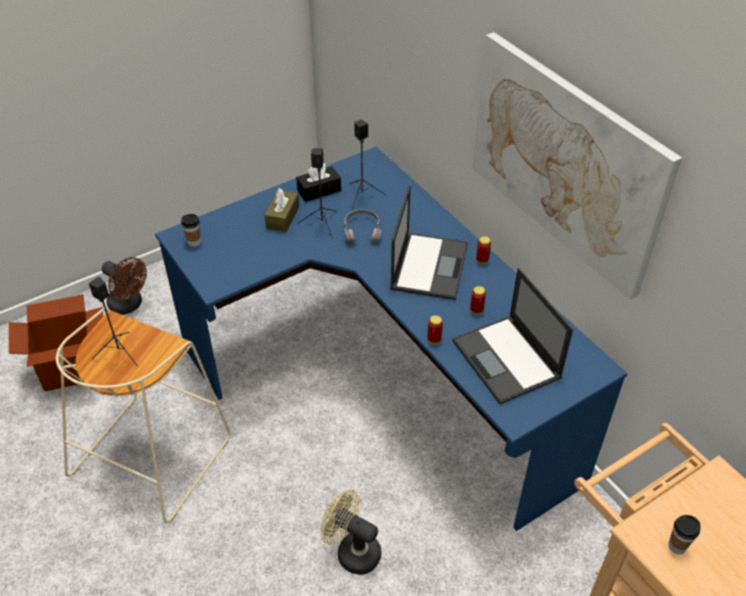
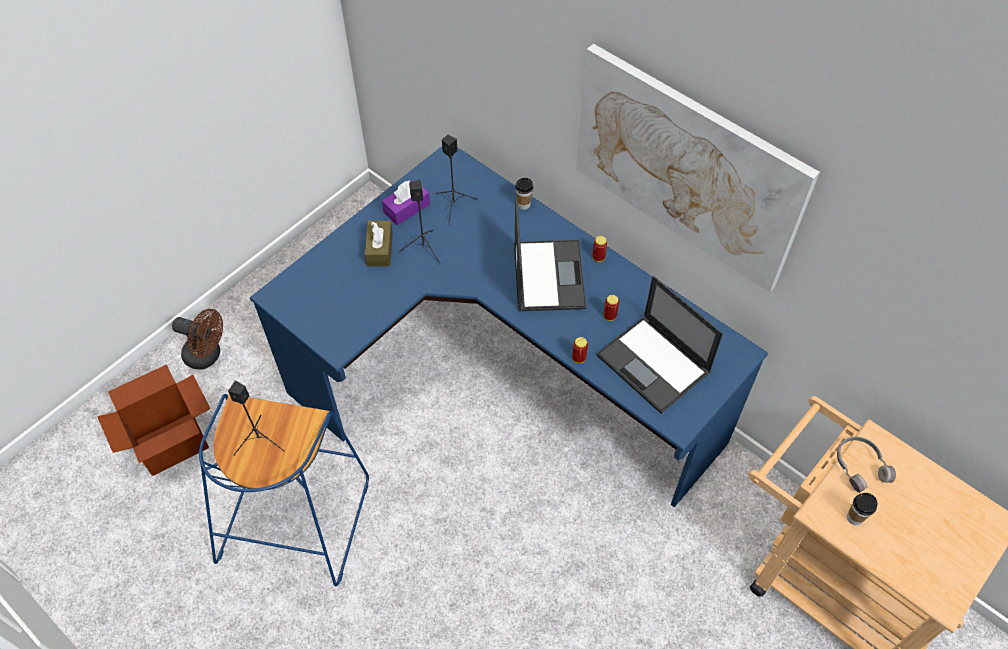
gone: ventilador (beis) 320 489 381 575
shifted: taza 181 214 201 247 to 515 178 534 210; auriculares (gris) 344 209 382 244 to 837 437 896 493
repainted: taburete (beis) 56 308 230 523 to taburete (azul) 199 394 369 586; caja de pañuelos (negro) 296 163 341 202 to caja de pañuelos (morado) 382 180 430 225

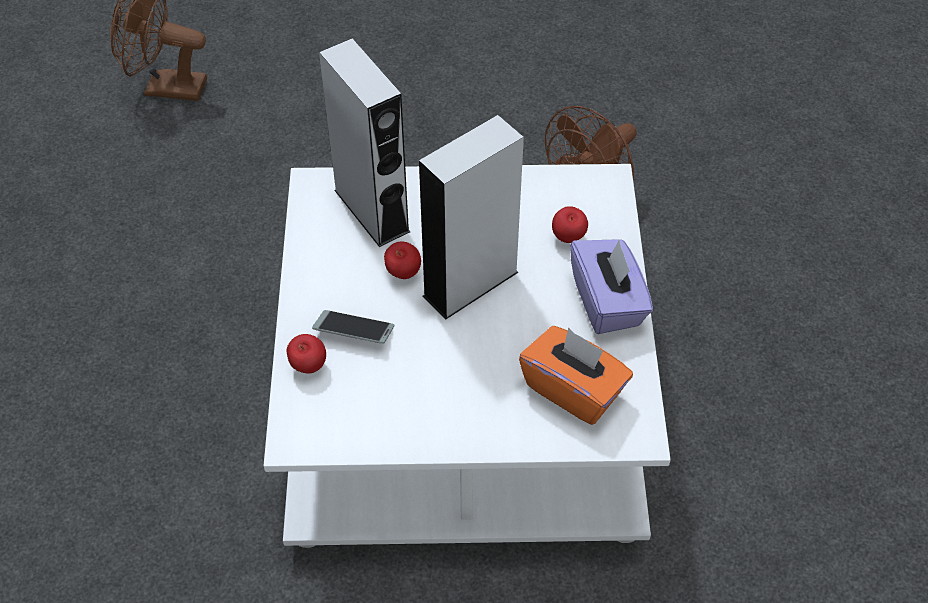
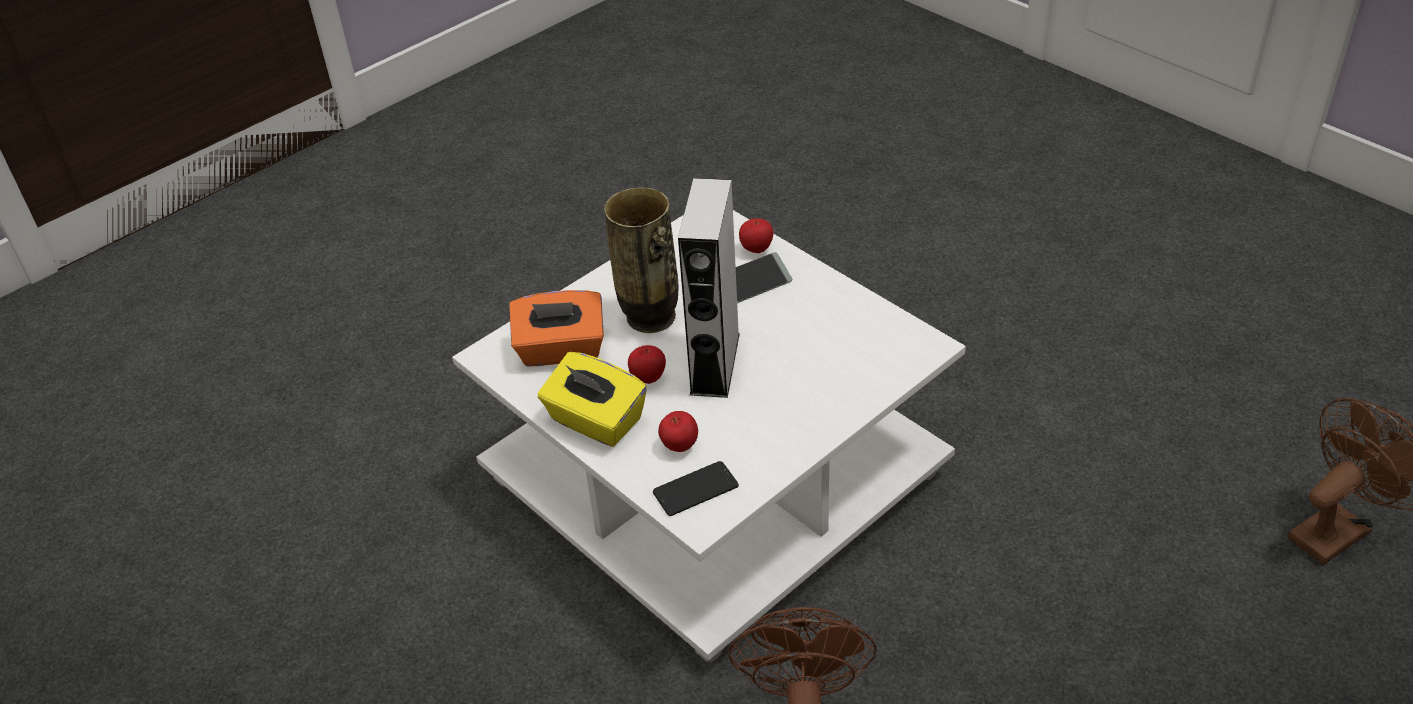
gone: altavoz (gris) 319 38 410 247
new: florero 604 187 678 333; móvil 653 461 739 516
shifted: manzana 384 242 421 279 to 628 345 666 384
repainted: caja de pañuelos (morado) 570 239 653 334 to caja de pañuelos (amarillo) 538 352 647 447

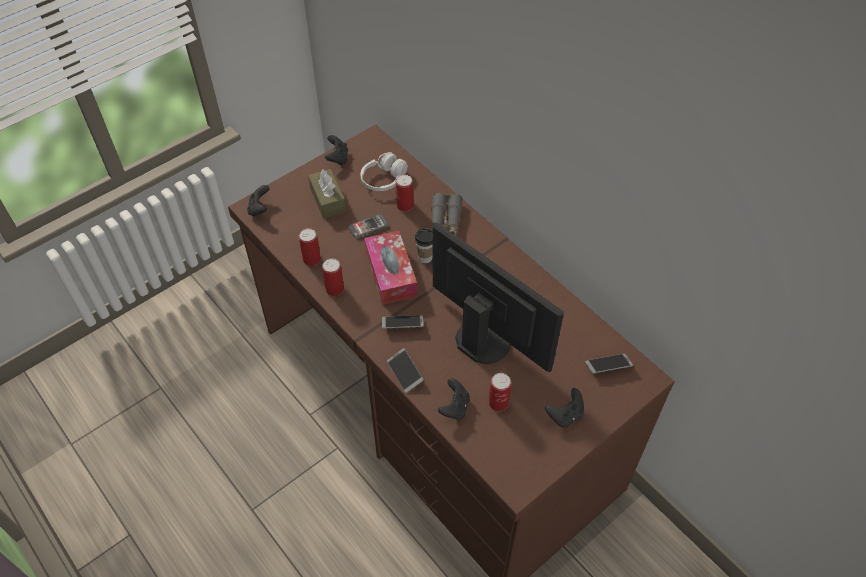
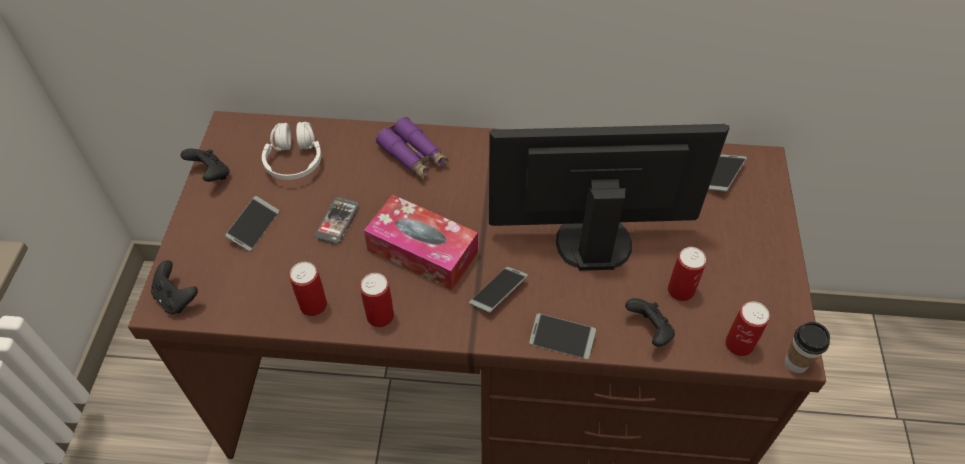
gone: mando de consola (negro) 545 388 584 427
shifted: lata 396 174 413 212 to 725 301 770 356; taza 415 228 433 263 to 785 322 830 373
swapped: caja de pañuelos (marrón) 308 169 346 219 to móvil 225 196 279 251
repainted: prismáticos (gris) 431 193 463 236 to prismáticos (morado) 376 117 449 180

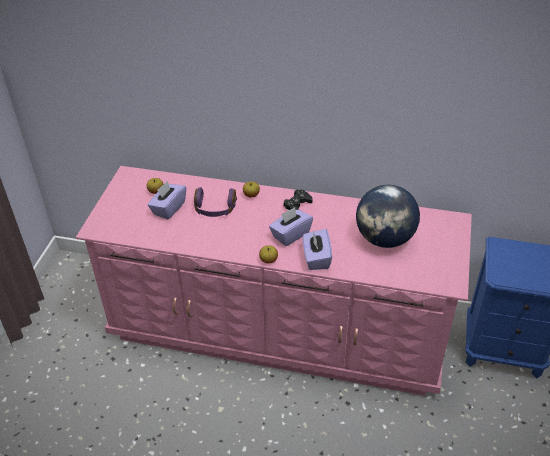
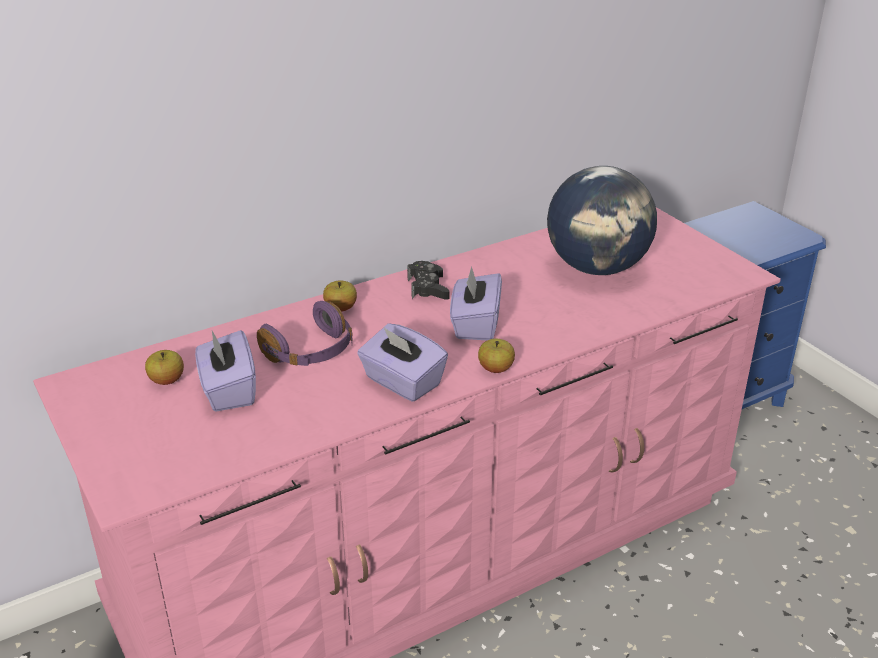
shifted: caja de pañuelos (morado) 303 229 332 270 to 357 324 448 402

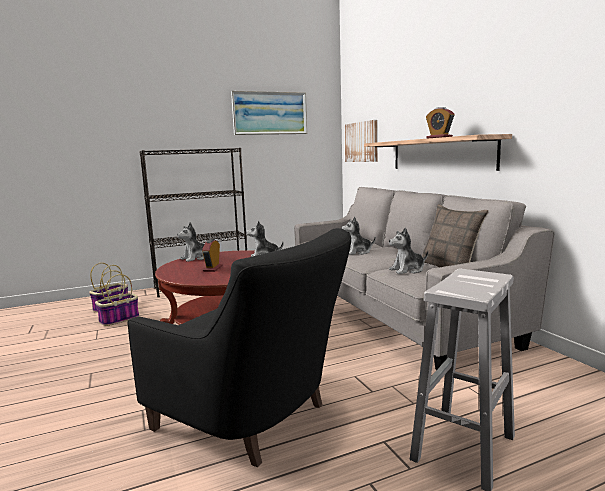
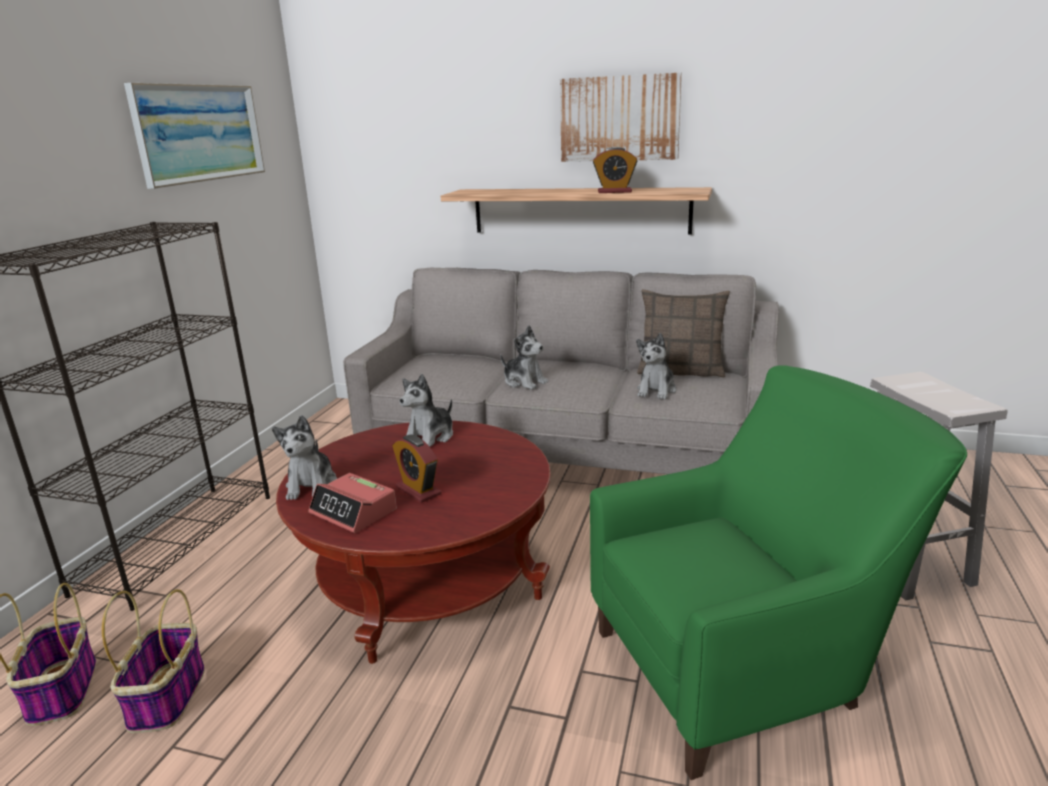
new: despertador 308 473 397 533
shifted: cuadro 345 120 378 162 to 560 73 682 162
repainted: sillón (negro) 127 228 351 468 to sillón (verde) 590 365 967 780
rotated: peluche 341 216 376 255 = 500 326 548 390 75 degrees counterclockwise

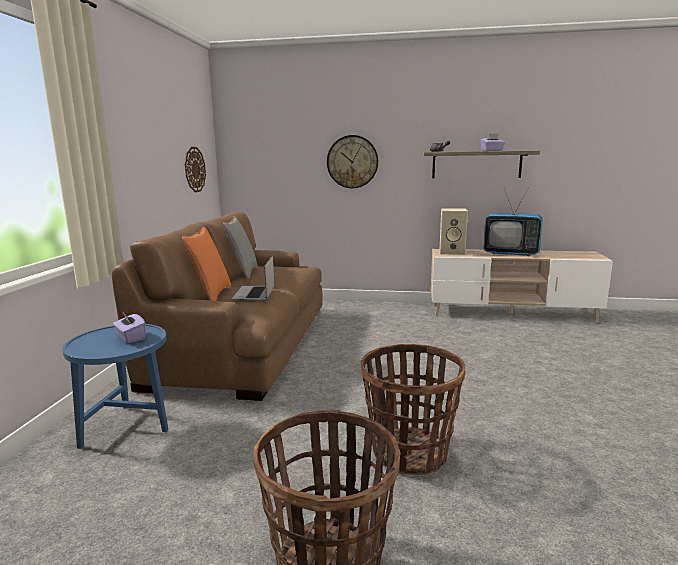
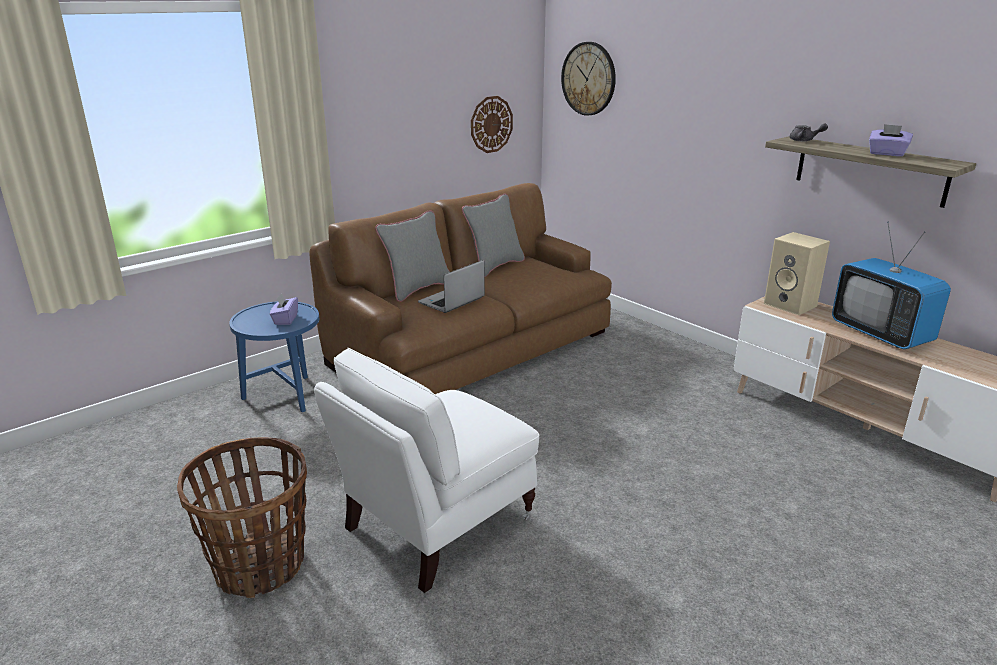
shifted: reloj de pared 327 135 378 189 to 561 42 616 116
swapped: cesta 361 344 465 475 to sillón (blanco) 314 348 540 593
repainted: cojín (naranja) 182 227 231 301 to cojín (gris) 375 210 450 302

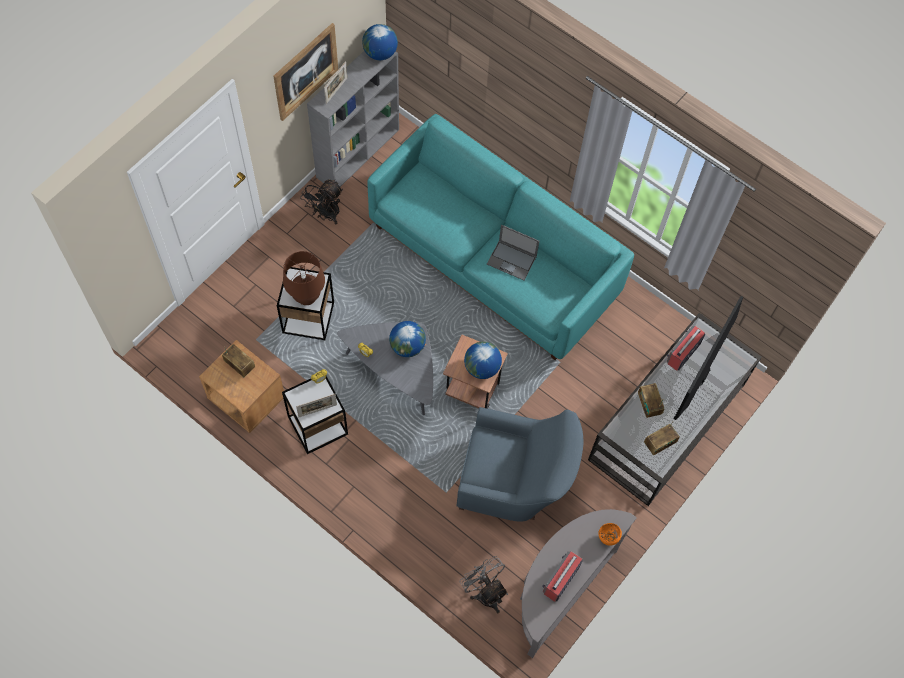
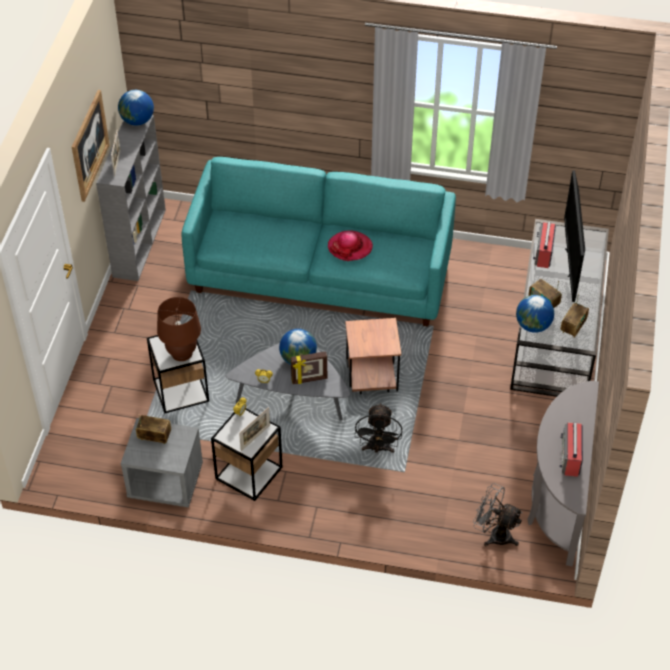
gone: sillón (azul) 457 407 583 522; cuenco (naranja) 598 523 622 546
new: portarretratos 291 351 327 384
shifted: ventilador (negro) 300 180 343 225 to 355 403 402 453; globo terráqueo 464 342 502 379 to 516 295 554 333
swapped: portátil 487 224 539 280 to sombrero 328 230 373 261
repainted: mesita de noche (marrón) 199 340 284 433 to mesita de noche (gris) 121 418 203 508

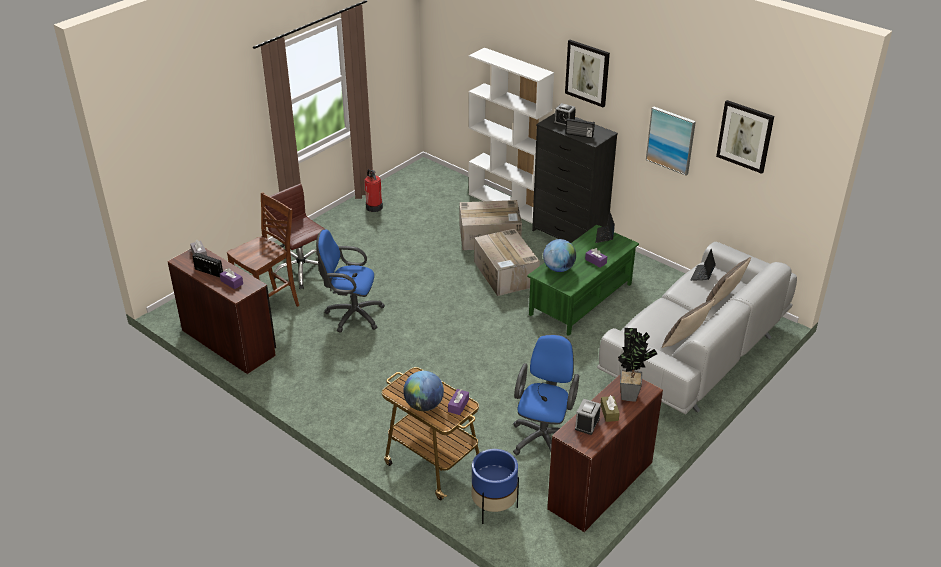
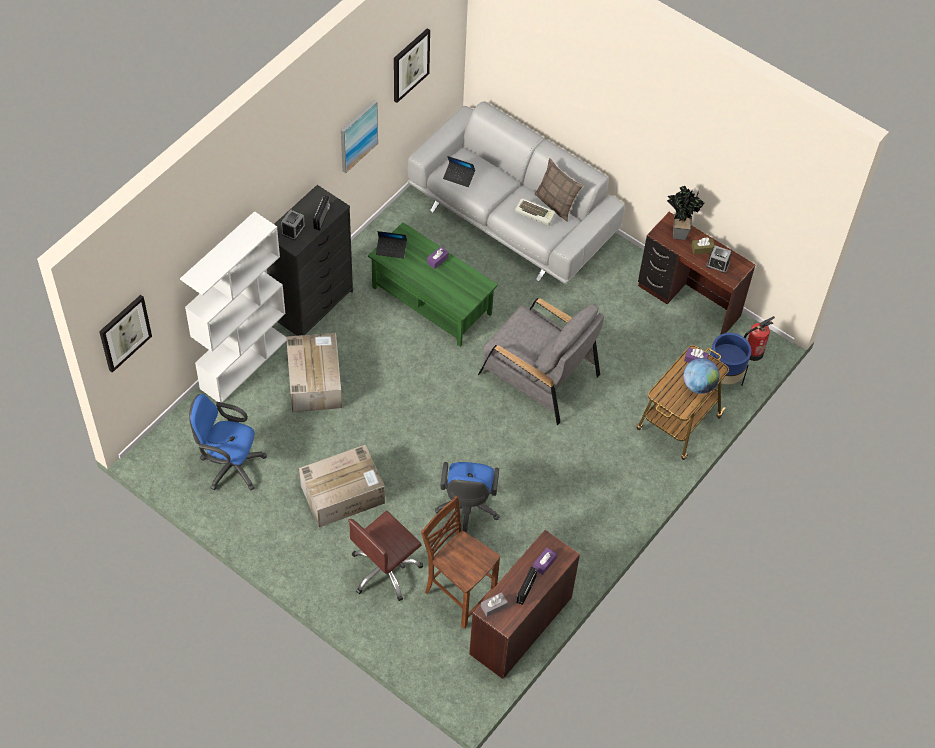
gone: globo terráqueo 543 239 576 272; cojín 706 257 751 306
new: sillón (gris) 478 298 604 425; teclado 515 198 555 225
shifted: extintor 365 169 383 212 to 744 316 775 361; caja de cartón 474 229 540 296 to 299 445 385 527; silla de oficina (azul) 513 335 579 455 to 189 394 267 491; cuadro 565 40 610 107 to 99 295 152 373

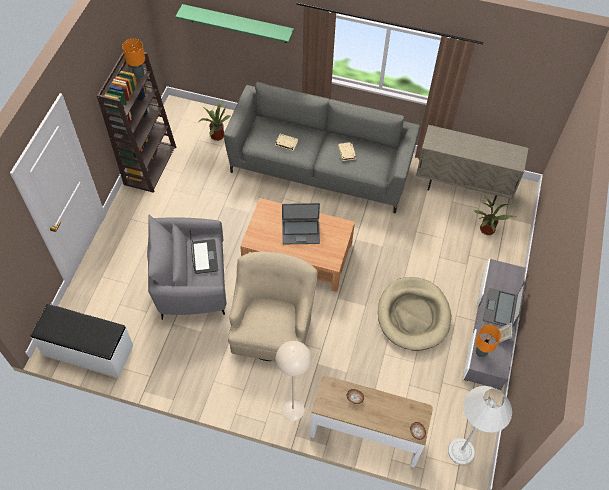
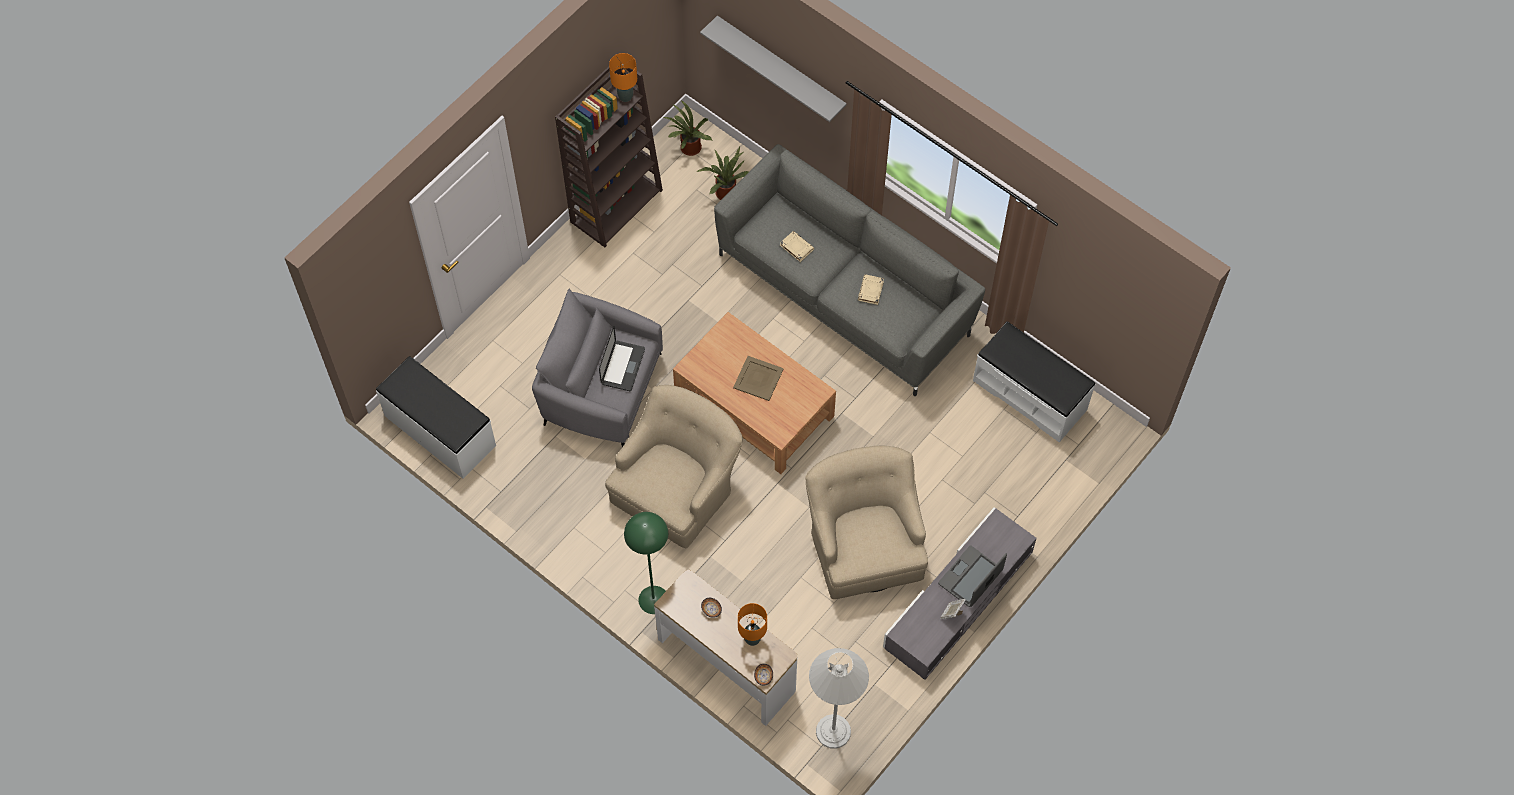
shifted: planta en maceta 474 197 516 235 to 663 100 712 156; lámpara de mesa (naranja) 476 325 501 357 to 738 603 767 646
swapped: portátil 282 203 320 244 to bandeja (beis) 733 356 784 401; cama para perro (beis) 378 277 451 351 to sillón (beis) 805 445 928 599; armario (beis) 416 125 529 206 to banco (blanco) 973 321 1095 442
repainted: estante (verde) 175 4 294 43 to estante (gris) 700 15 847 122; lámpara de pie (beis) 276 341 312 421 to lámpara de pie (verde) 624 512 668 614

